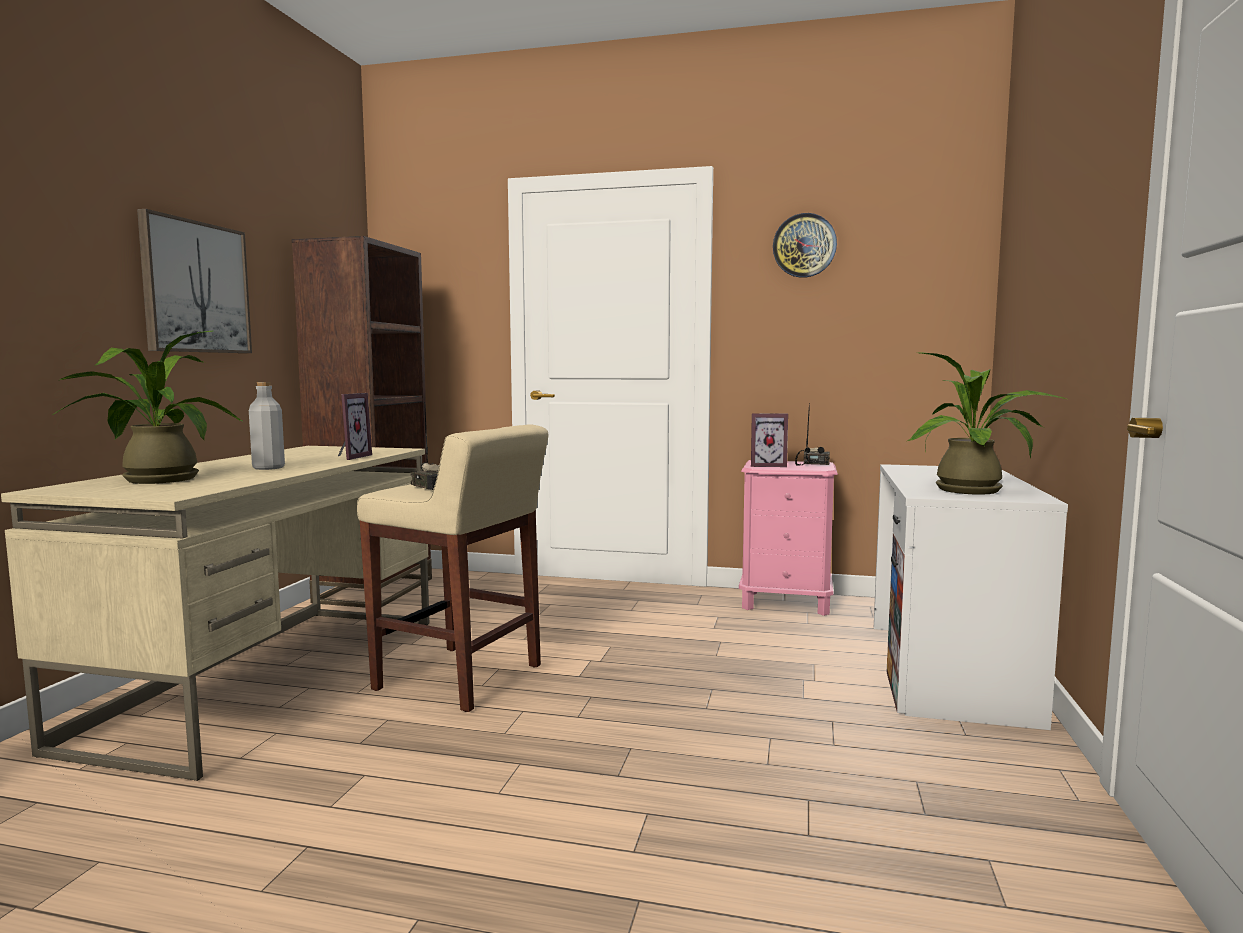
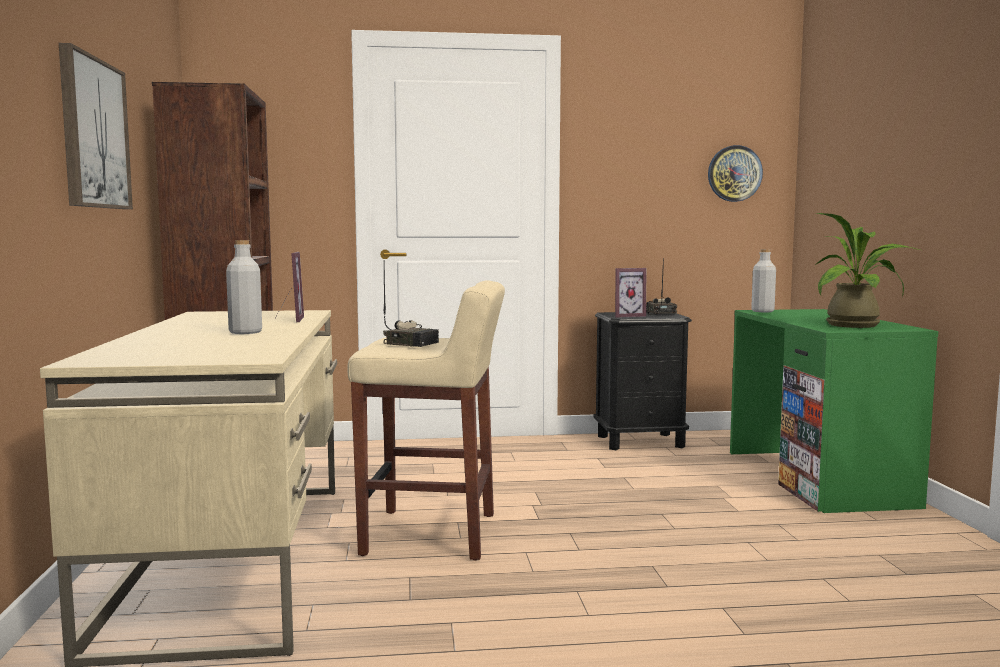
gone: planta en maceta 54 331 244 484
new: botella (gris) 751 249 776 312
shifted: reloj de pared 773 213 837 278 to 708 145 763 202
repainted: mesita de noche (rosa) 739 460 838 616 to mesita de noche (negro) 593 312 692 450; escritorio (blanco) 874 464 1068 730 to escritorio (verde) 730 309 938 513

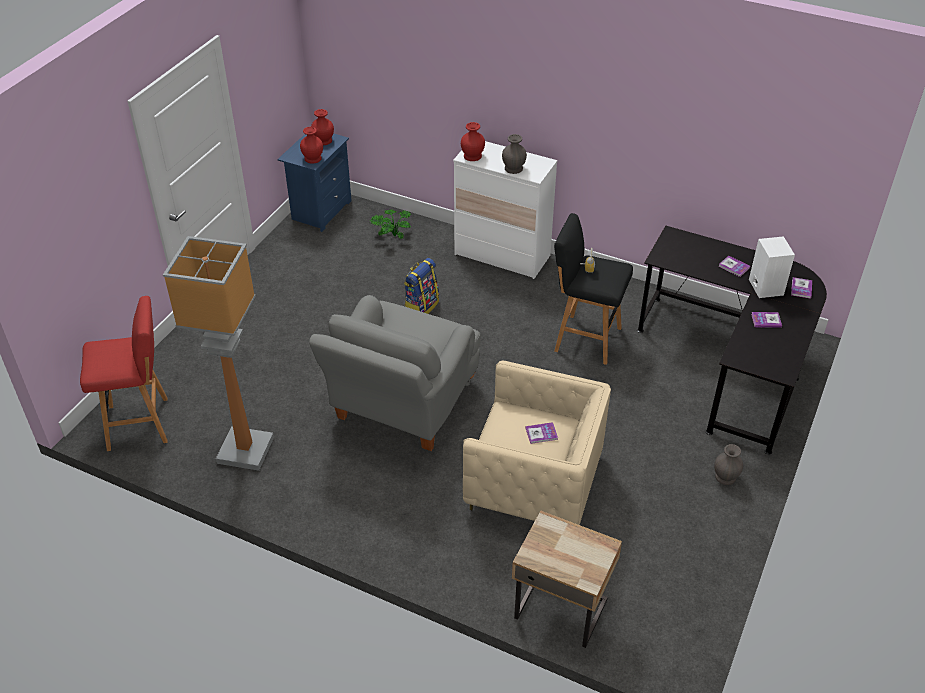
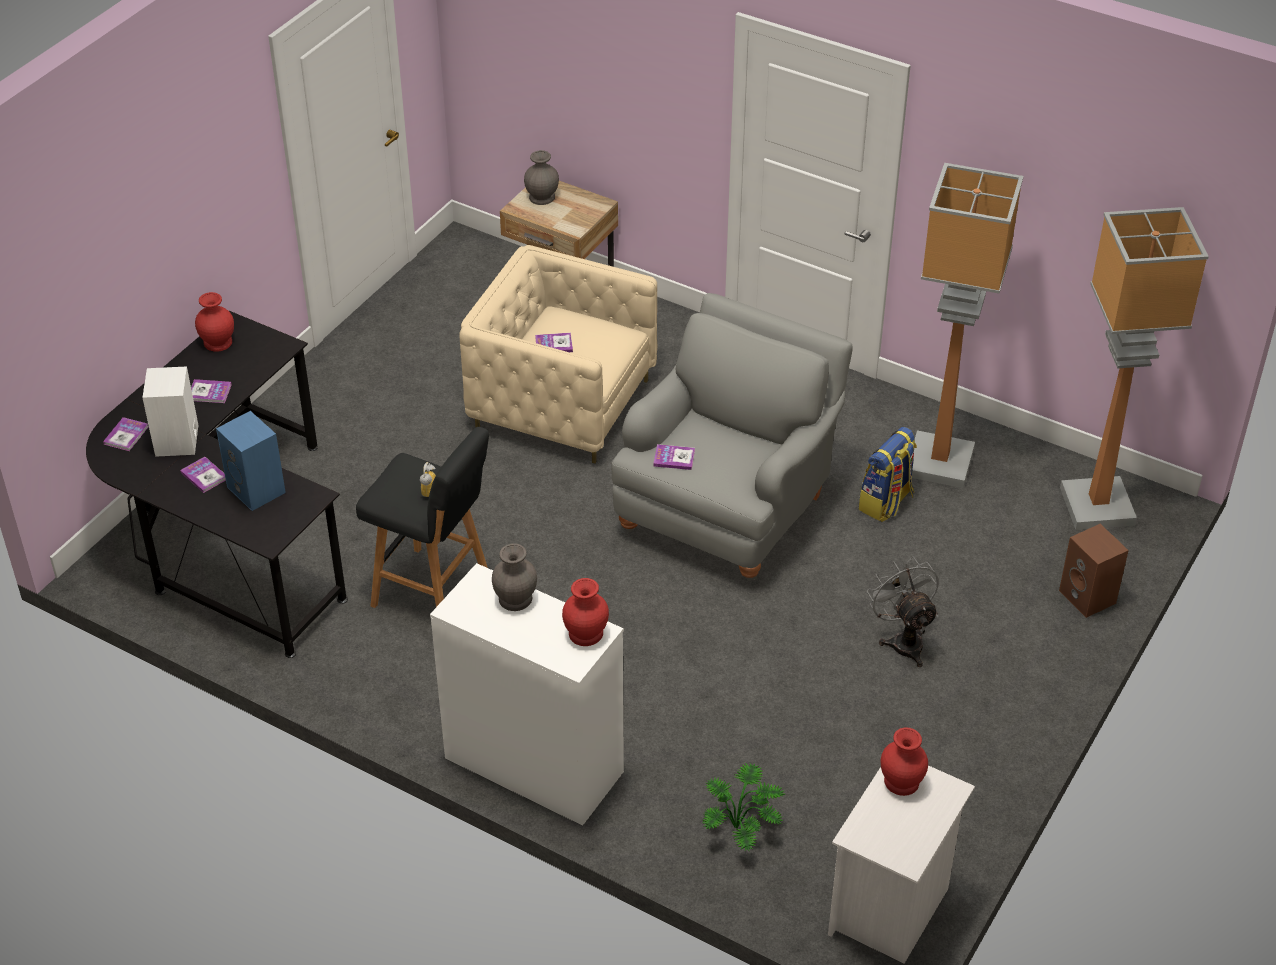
new: altavoz (azul) 216 411 286 511; libro 653 444 695 470; ventilador (gris) 867 557 939 667; altavoz (marrón) 1059 524 1129 618
shifted: florero (rojo) 311 109 334 145 to 195 292 234 352; mochila 404 258 439 314 to 859 427 917 522; florero (gris) 714 444 743 485 to 524 150 559 205
swapped: taburete (rojo) 80 296 168 451 to lámpara de pie 1060 207 1209 530
repainted: mesita de noche (azul) 278 133 352 232 to mesita de noche (blanco) 828 765 975 964

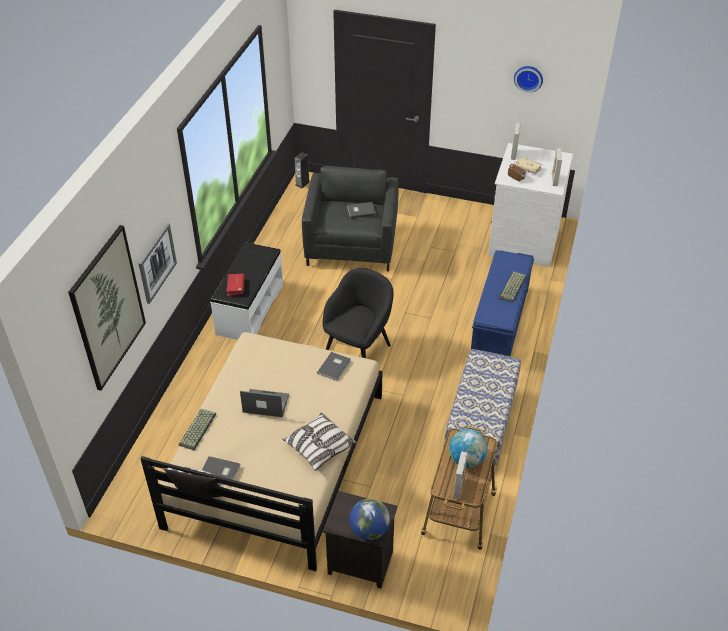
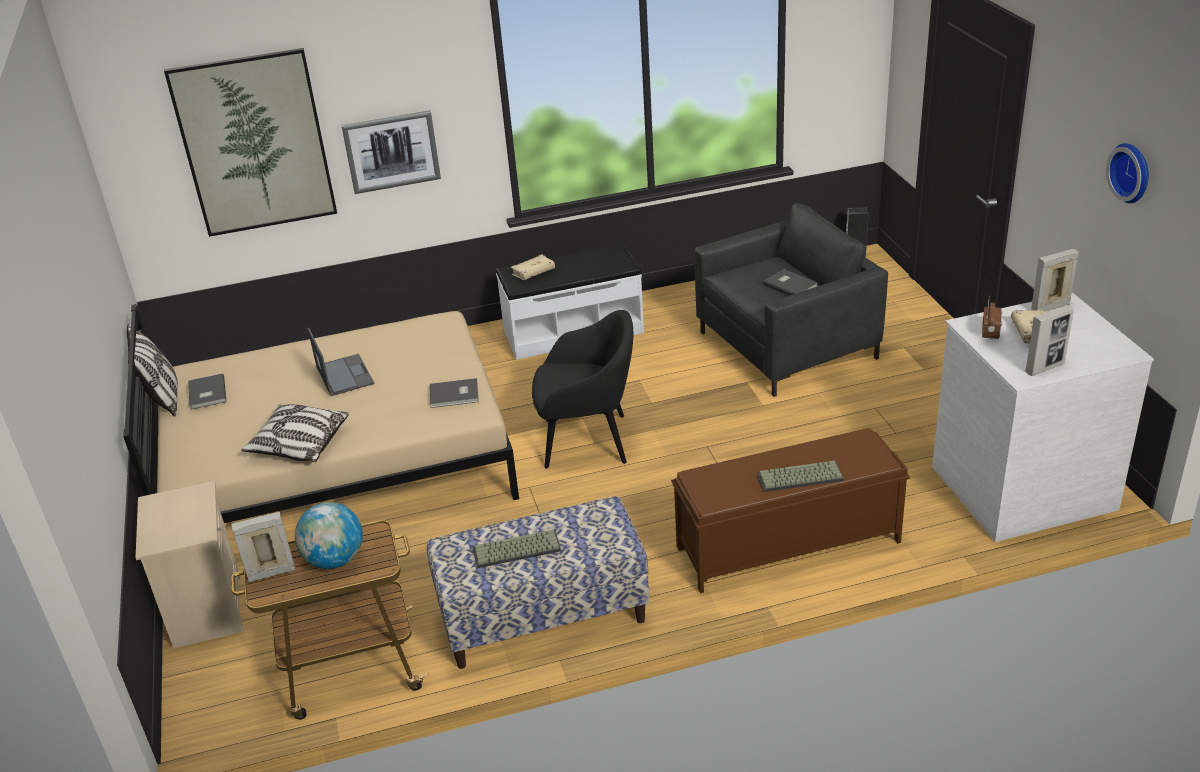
gone: globo terráqueo 349 498 390 540
shifted: teclado 178 408 216 450 to 472 530 561 568
repainted: libro (rojo) 226 273 245 296 to libro (beis) 511 254 555 280; mesita de noche (negro) 323 491 398 589 to mesita de noche (beis) 136 481 244 649; banco (azul) 471 250 534 356 to banco (marrón) 671 428 910 593

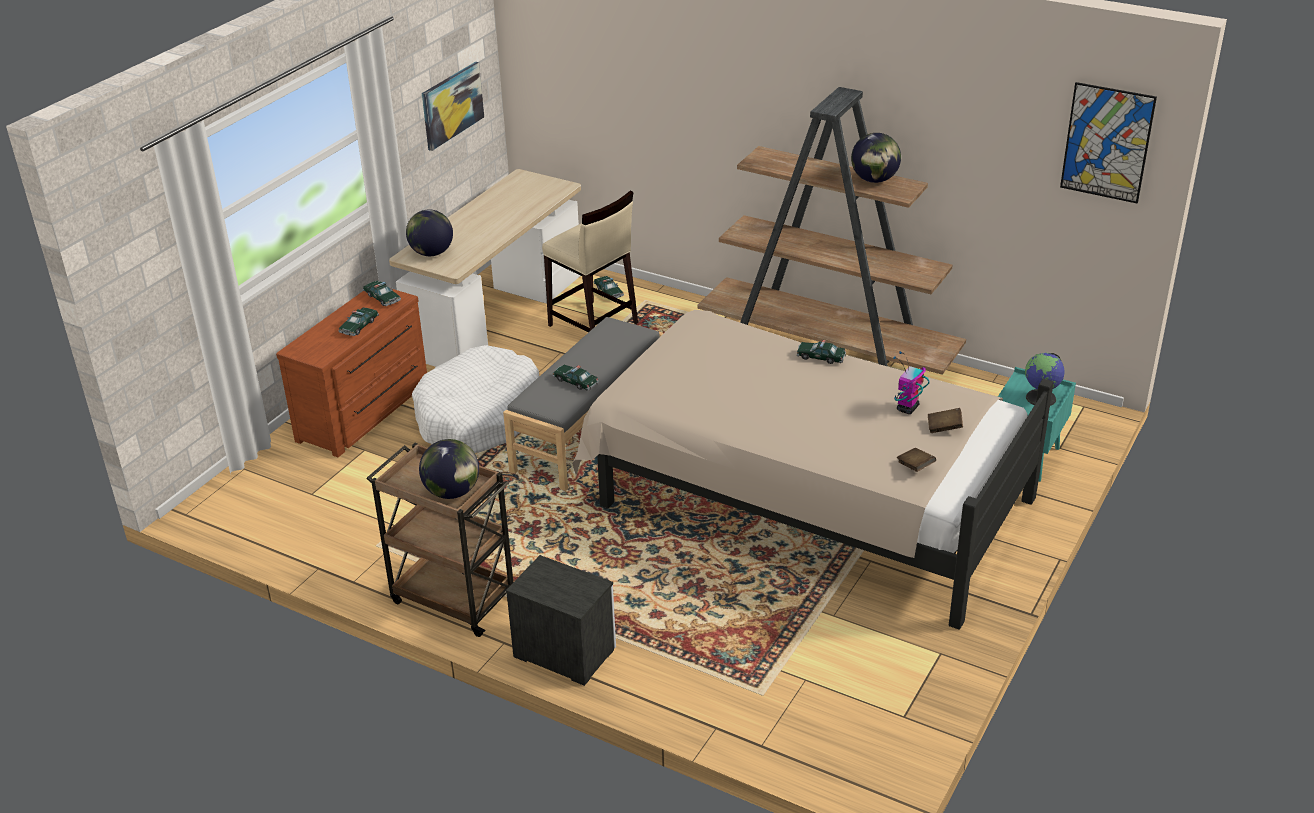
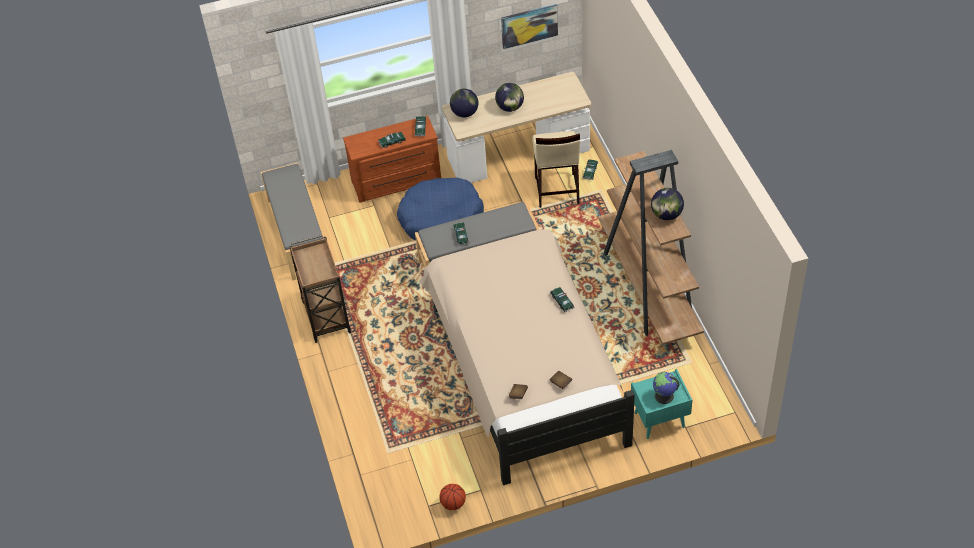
gone: mesita de noche 506 555 616 686; robot de juguete 893 351 930 414; cuadro 1060 82 1157 204
new: banco (gris) 261 163 322 280; balón de baloncesto 439 484 466 510
shifted: globo terráqueo 419 439 479 499 to 495 83 524 112
repainted: cama para perro (blanco) 412 345 539 453 to cama para perro (azul) 397 178 484 240

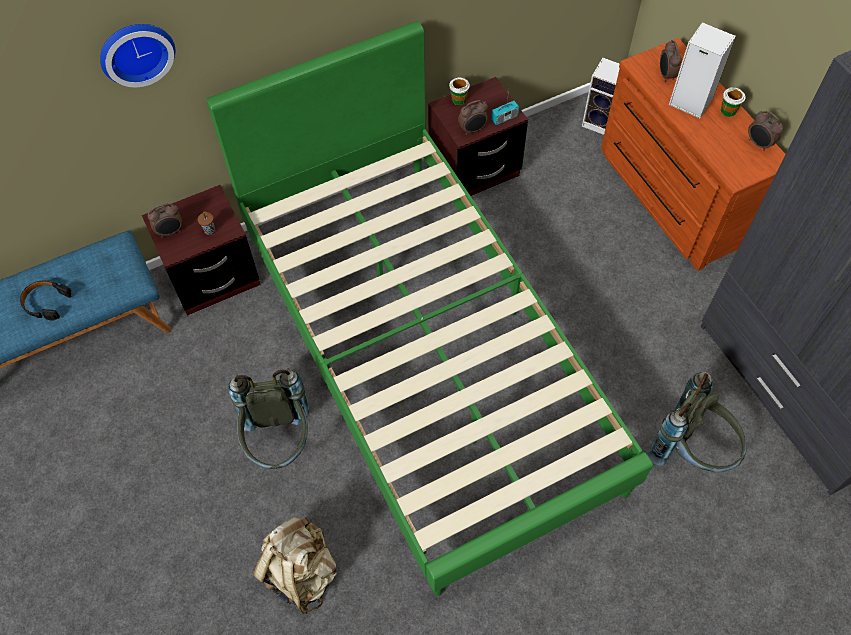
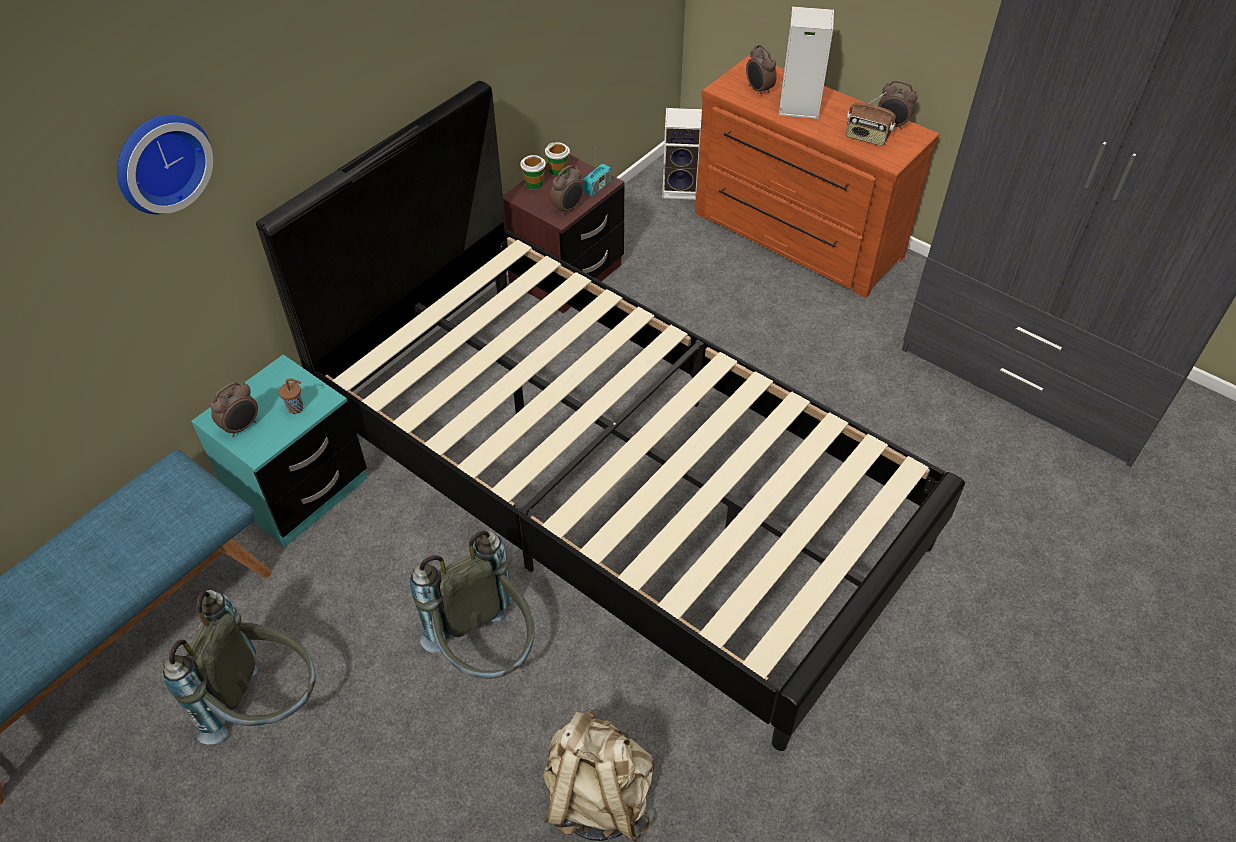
gone: auriculares (negro) 20 281 72 321
new: radio 846 92 896 146
shifted: mochila (gris) 647 372 746 472 to 162 590 316 745; taza 721 87 746 117 to 545 142 570 177
repainted: mesita de noche (marrón) 142 185 261 316 to mesita de noche (turquesa) 191 354 368 547; cama (verde) 206 21 653 596 to cama (negro) 256 81 965 751

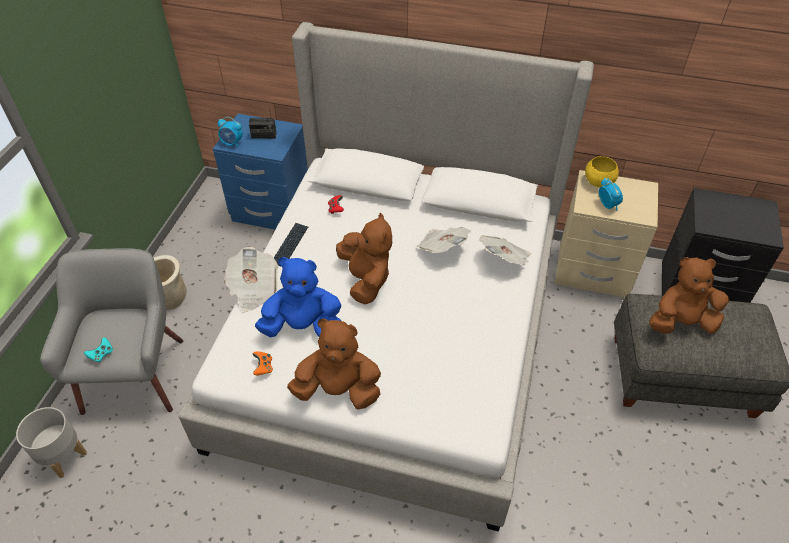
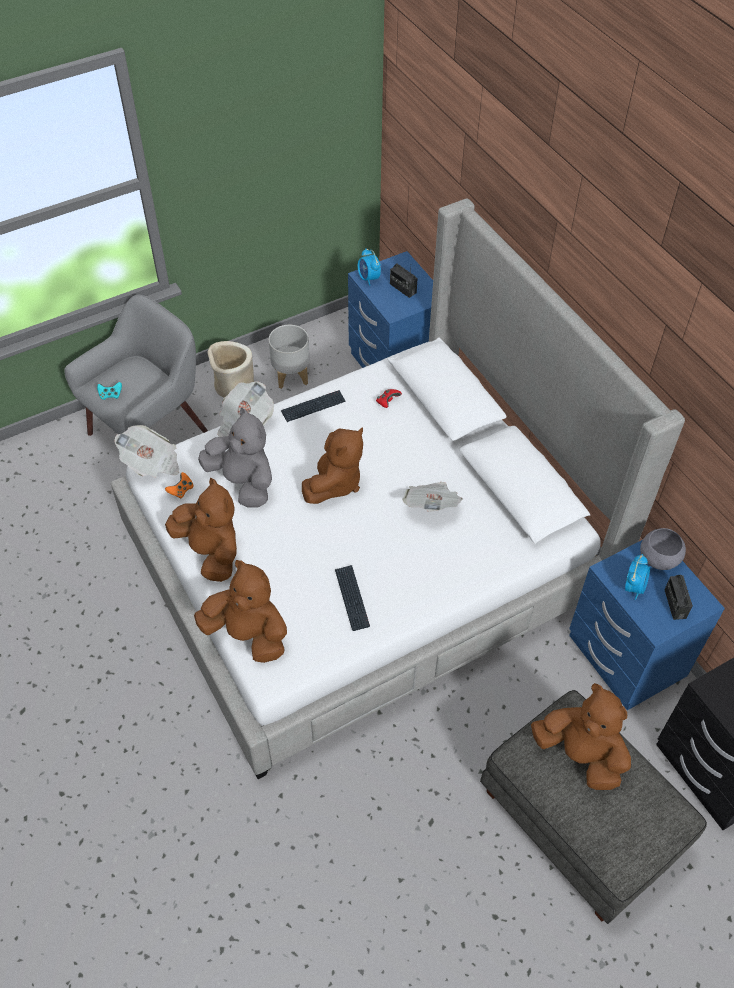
new: peluche (marrón) 194 560 287 663; teclado 335 565 370 631; radio 664 575 693 620
shifted: maceta (gris) 16 407 87 478 to 269 325 310 389; periódico 479 235 531 266 to 114 425 179 478
repainted: peluche (azul) 255 257 341 337 to peluche (gris) 198 408 272 507; mesita de noche (beis) 555 170 658 298 to mesita de noche (azul) 569 540 725 710; cuenco (amarillo) 585 156 619 187 to cuenco (gris) 640 528 686 570

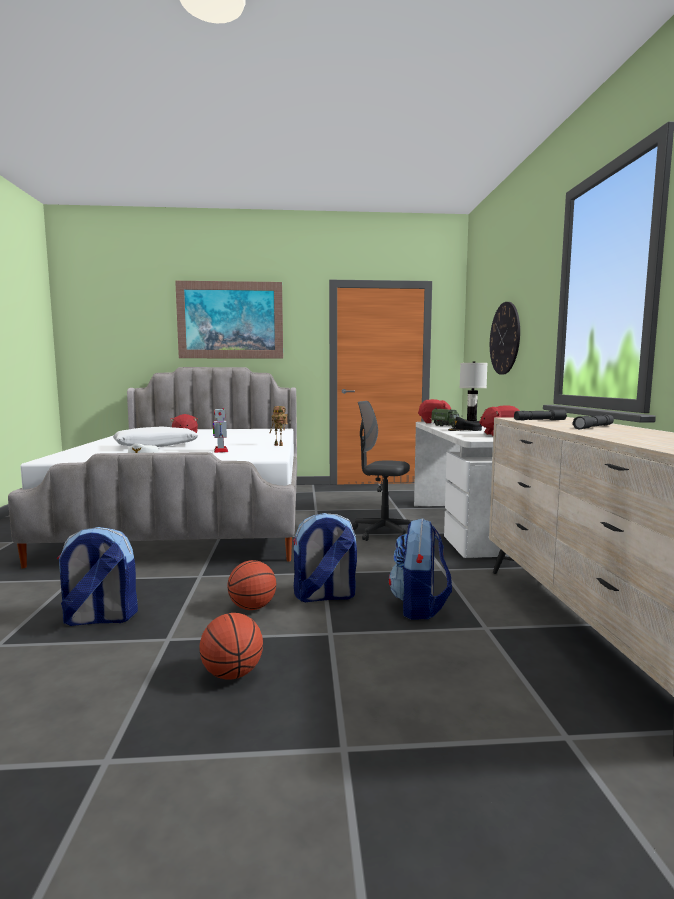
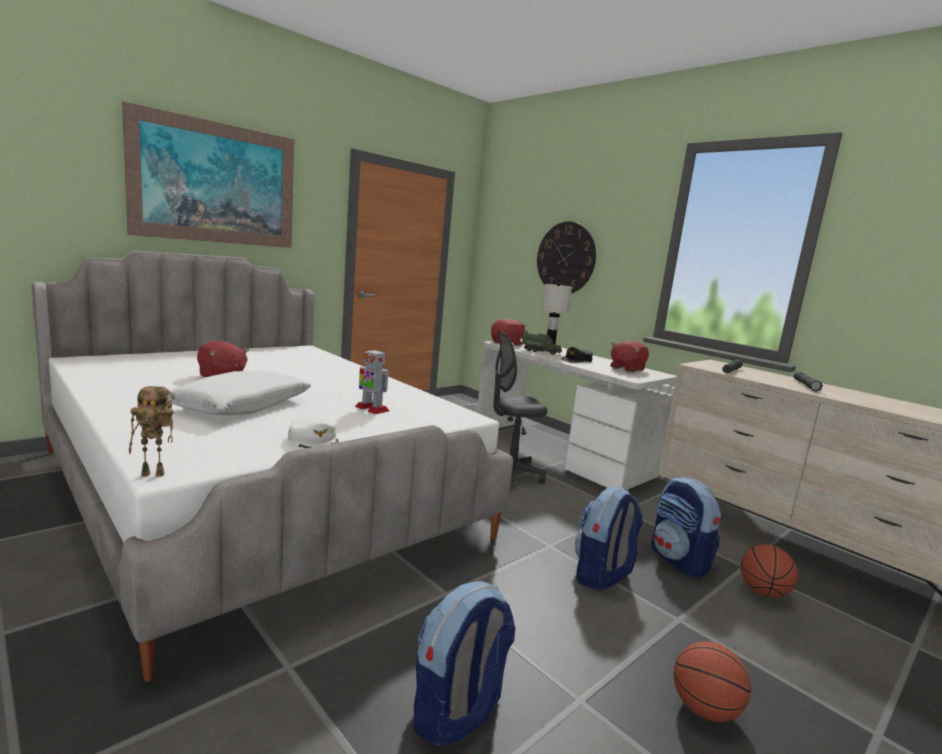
shifted: balón de baloncesto 227 560 276 610 to 741 544 798 598; robot de juguete 269 406 288 446 to 129 386 174 477

